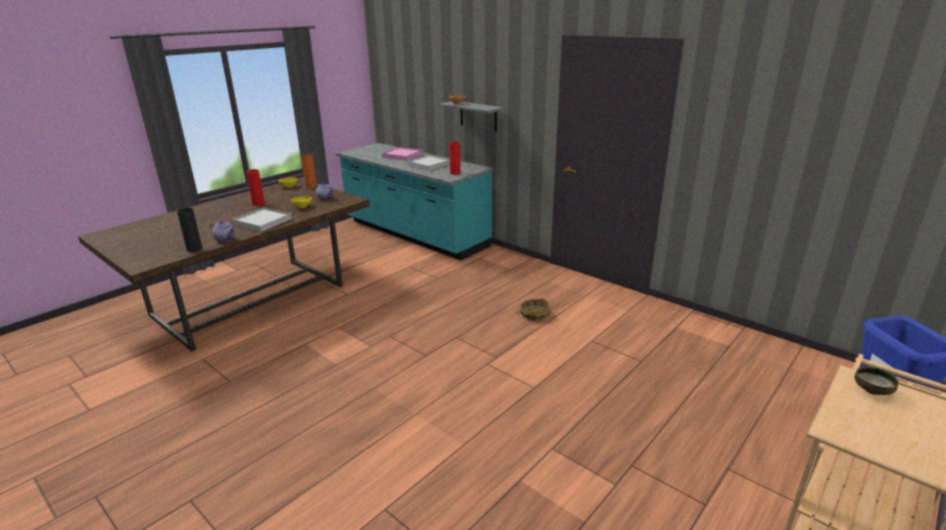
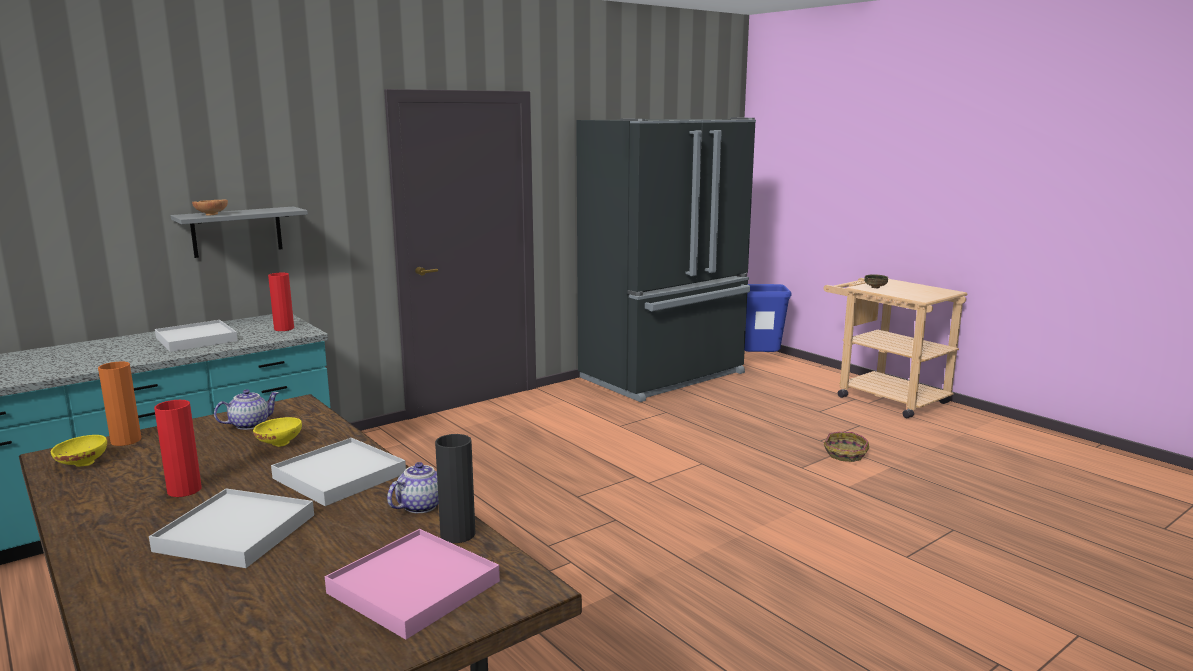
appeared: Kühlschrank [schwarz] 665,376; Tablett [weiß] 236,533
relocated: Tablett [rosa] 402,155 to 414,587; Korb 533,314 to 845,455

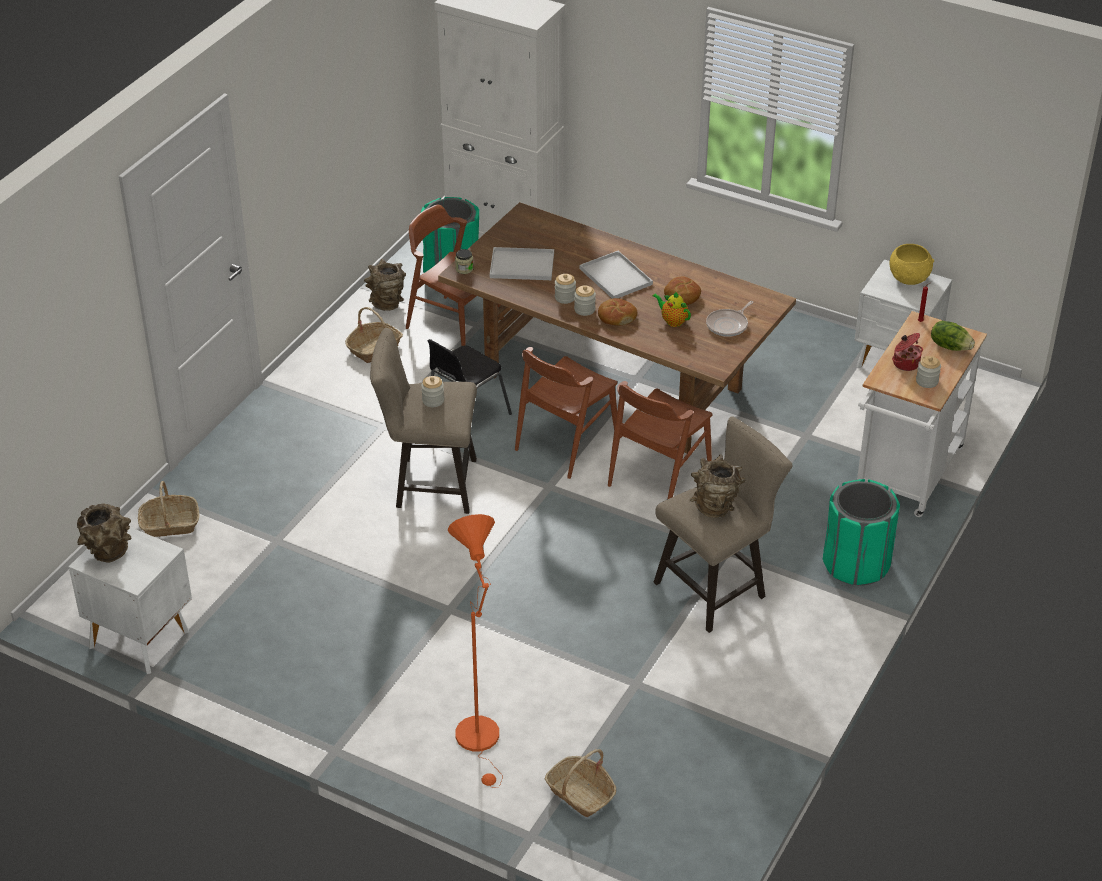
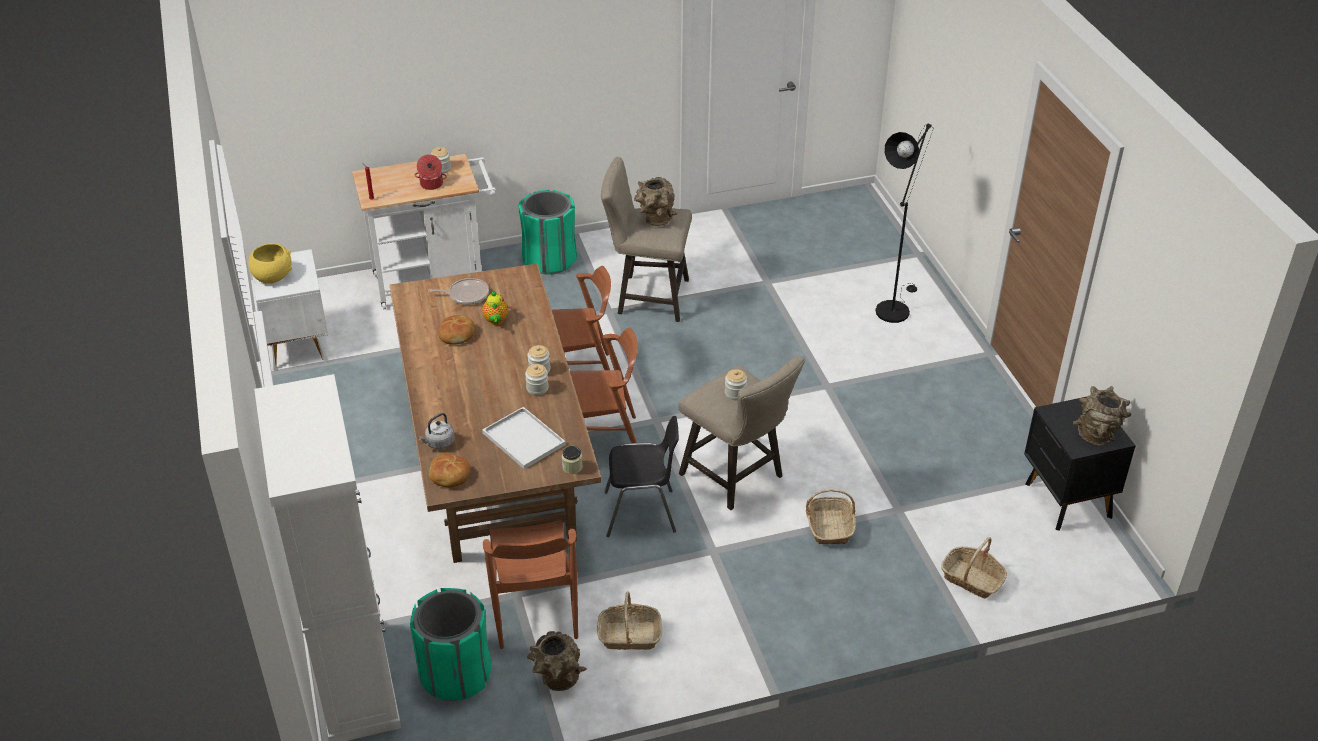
missing: Tablett [weiß] 614,276; Salatkopf 950,346
appeared: Wasserkessel [grau] 439,443
relocated: Brot 616,317 to 449,476; Korb 580,794 to 830,527
colour: Stehlampe [orange] 481,741 to Stehlampe [schwarz] 894,308; Nachttisch [weiß] 139,637 to Nachttisch [schwarz] 1067,501

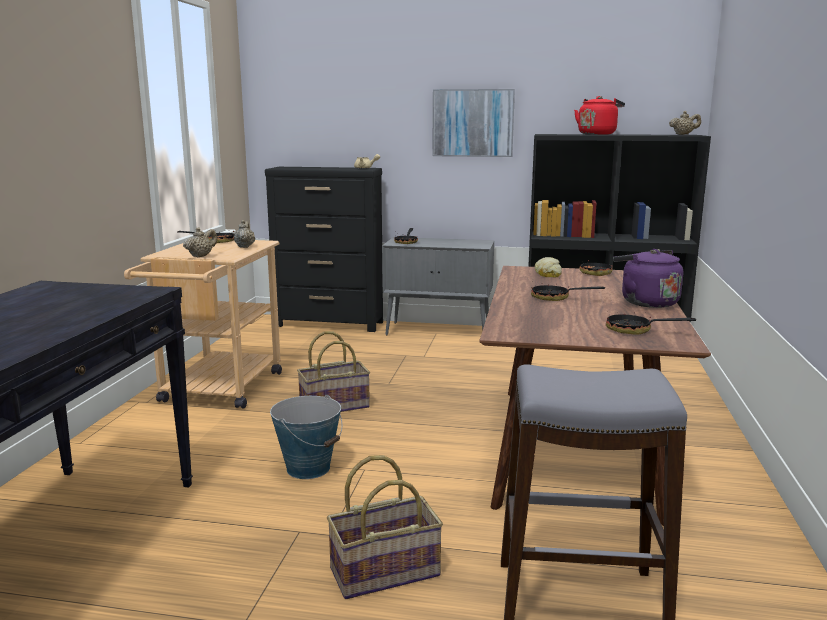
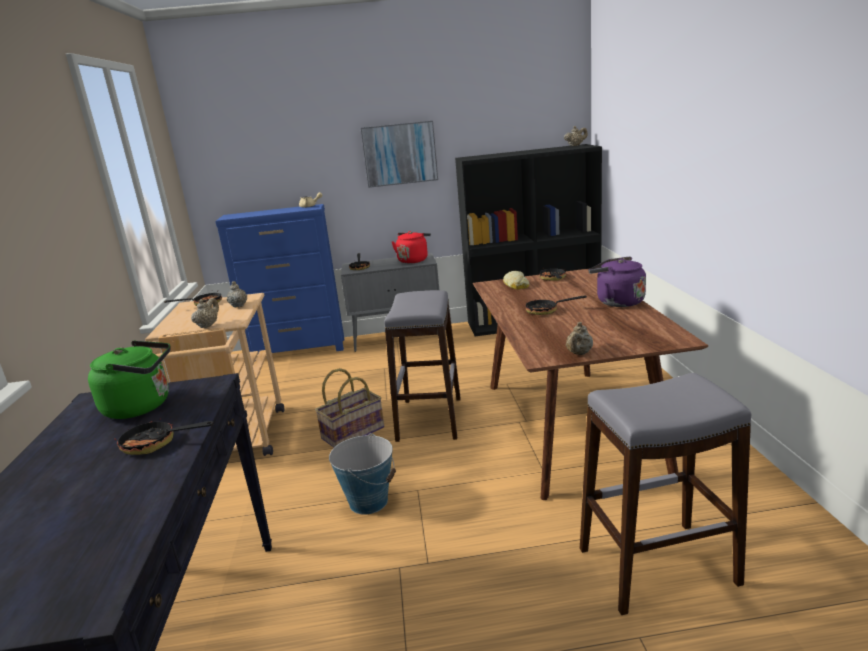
missing: Korb 385,571
appeared: Hocker [grau] 429,418; Teekanne [beige] 579,353; Wasserkessel [grün] 142,406
relocated: Wasserkessel [rot] 597,134 to 413,260; Pfanne 635,330 to 156,444
colour: Kommode [schwarz] 330,324 to Kommode [blau] 298,350

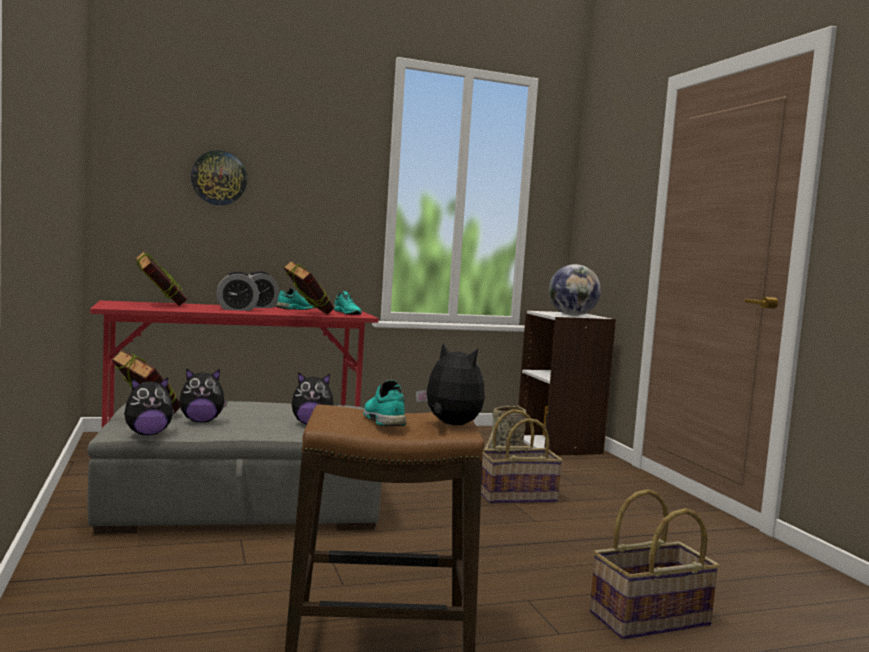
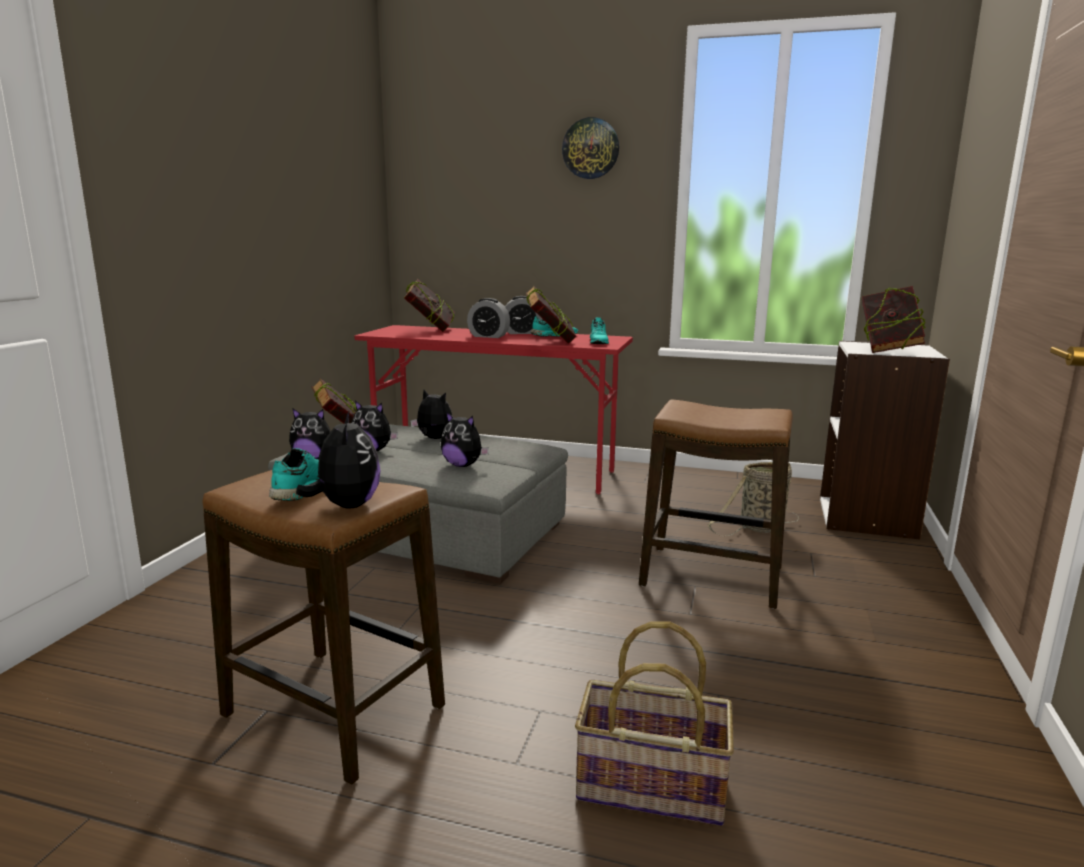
appeared: Plüschtier 433,439
relocated: Wanduhr 219,178 to 590,148
exchanged: Globus 572,315 to Buch 888,351; Korb 517,496 to Hocker 712,576

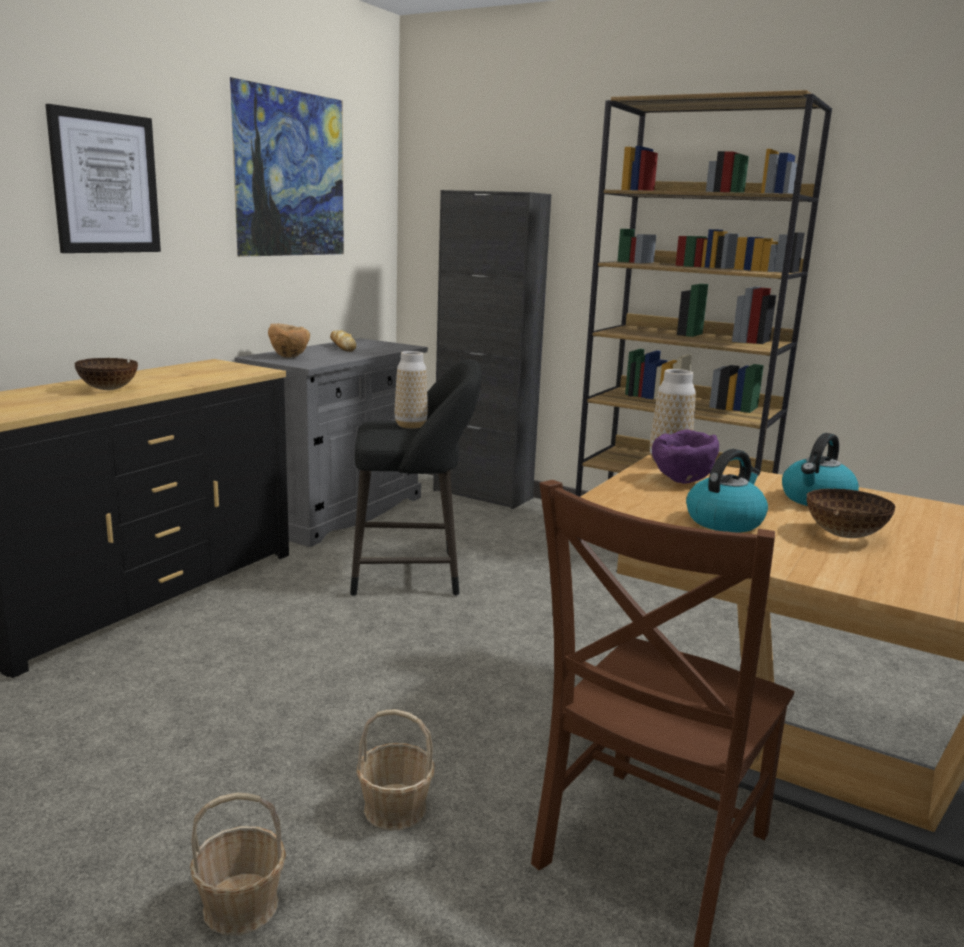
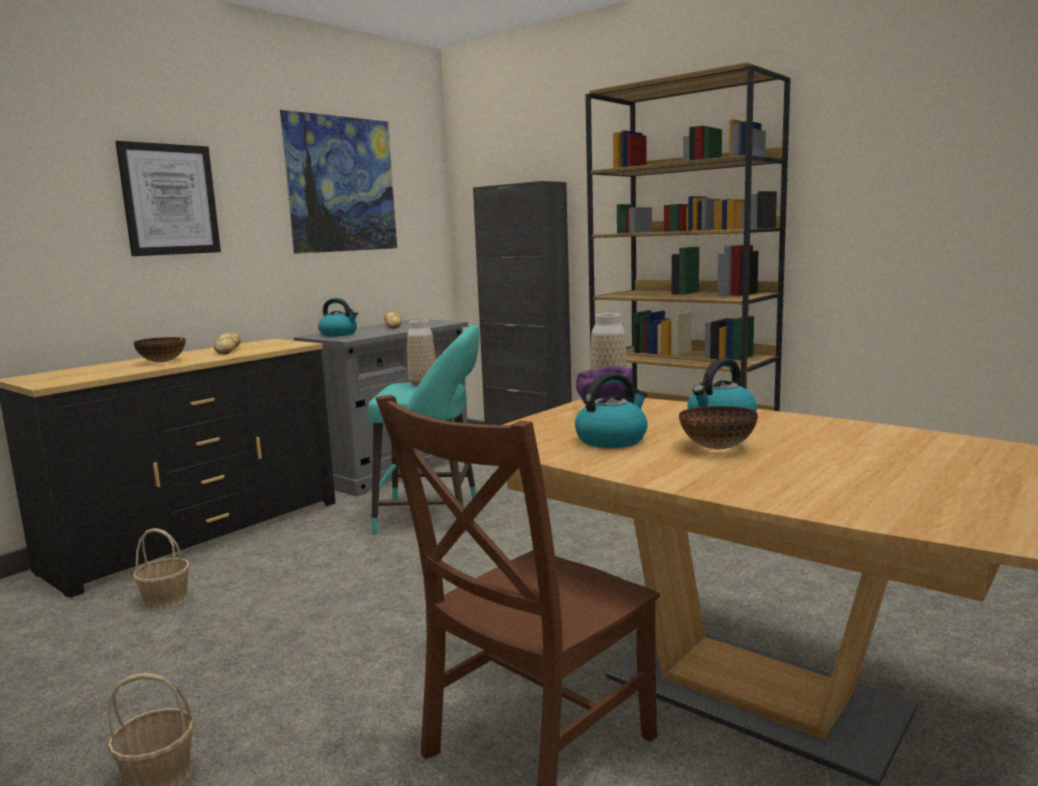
appeared: Brot 228,350
relocated: Korb 394,808 to 166,600
exchanged: Schüssel [braun] 289,357 to Wasserkessel 339,334
colour: Hocker [schwarz] 413,574 to Hocker [türkis] 435,516

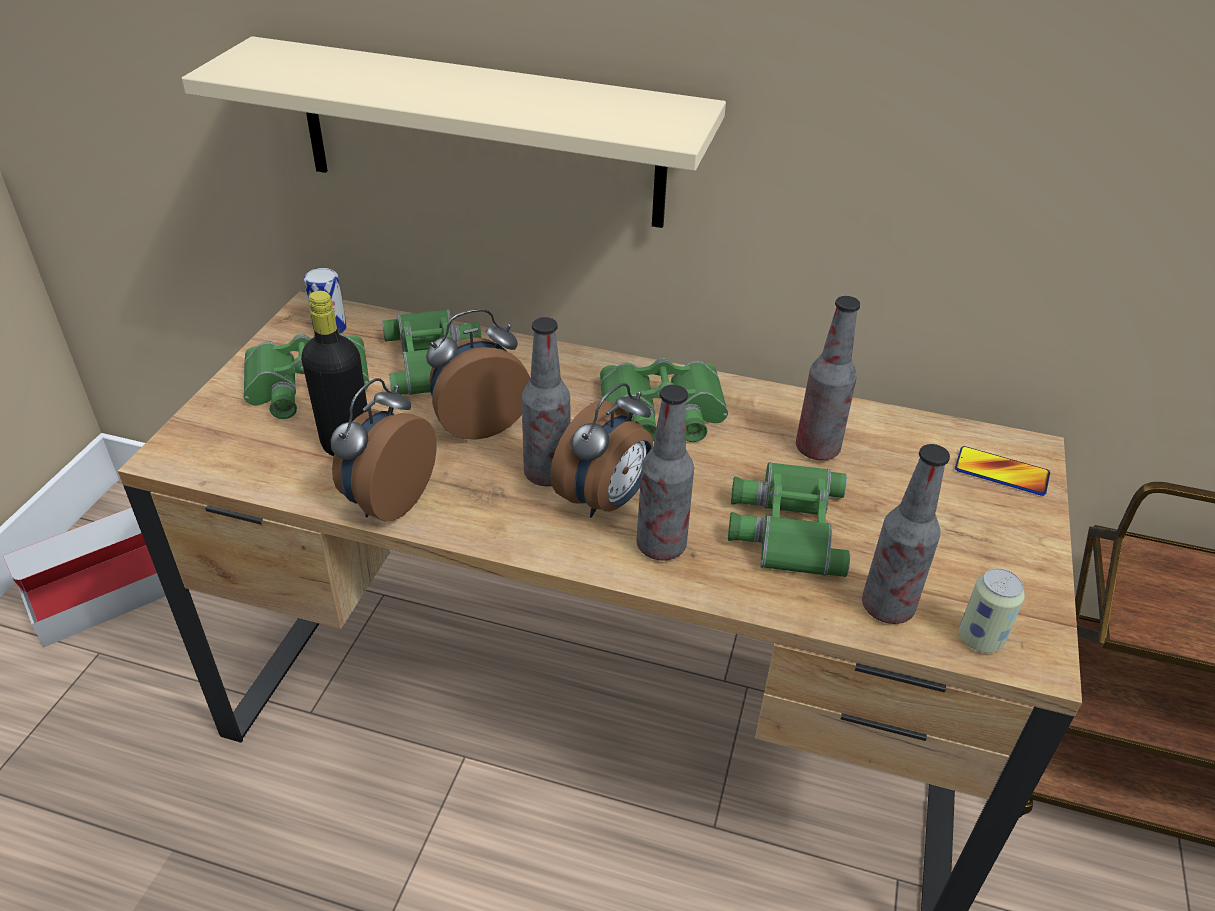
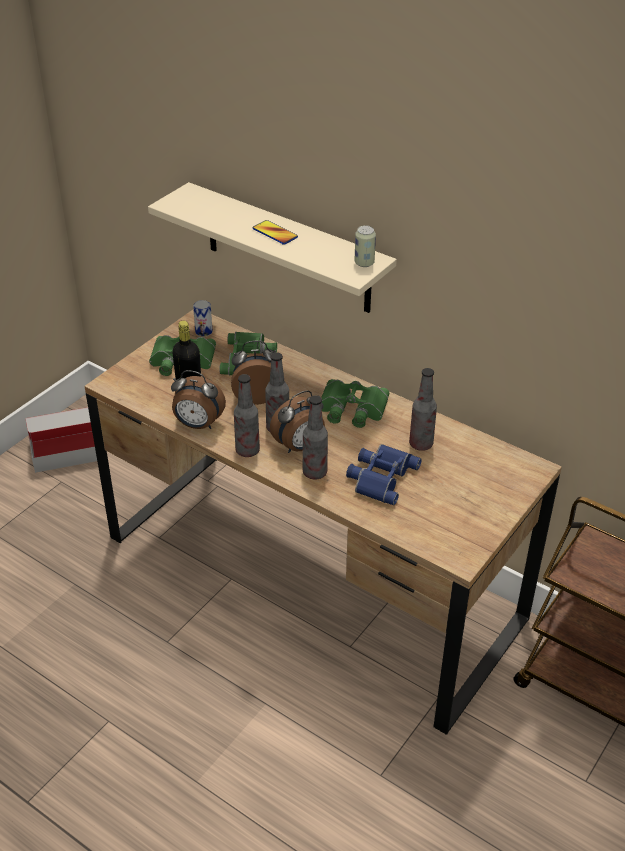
relocated: Flasche 887,607 to 247,451; Handy 1001,472 to 275,233; Dose 980,639 to 364,263
colour: Fernglas [grün] 785,525 to Fernglas [blau] 380,476
spun: Wecker 387,500 = 198,425 120 degrees counterclockwise

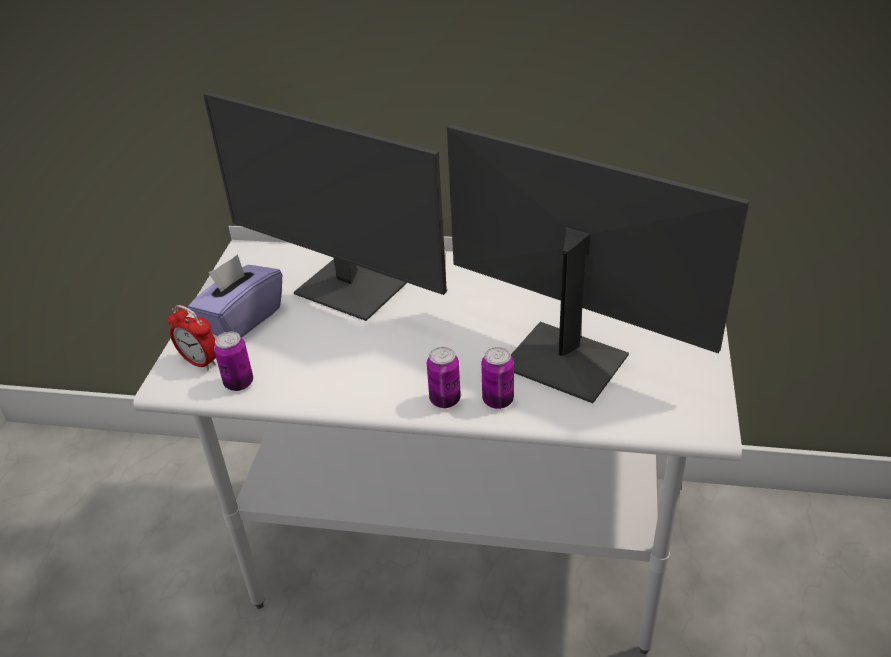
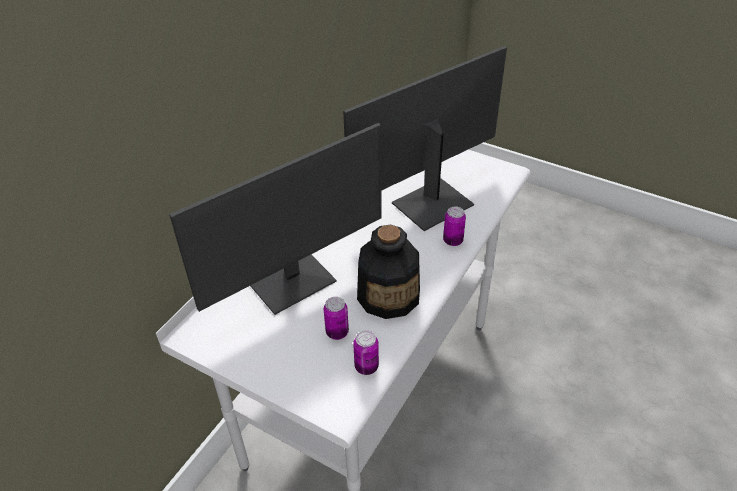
missing: Taschentuchbox [lila] 242,319; Wecker 200,362
appeared: Flasche 389,295
relocated: Dose 445,400 to 337,332

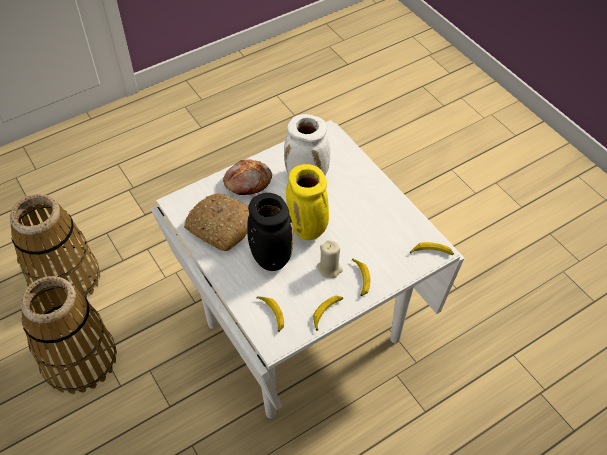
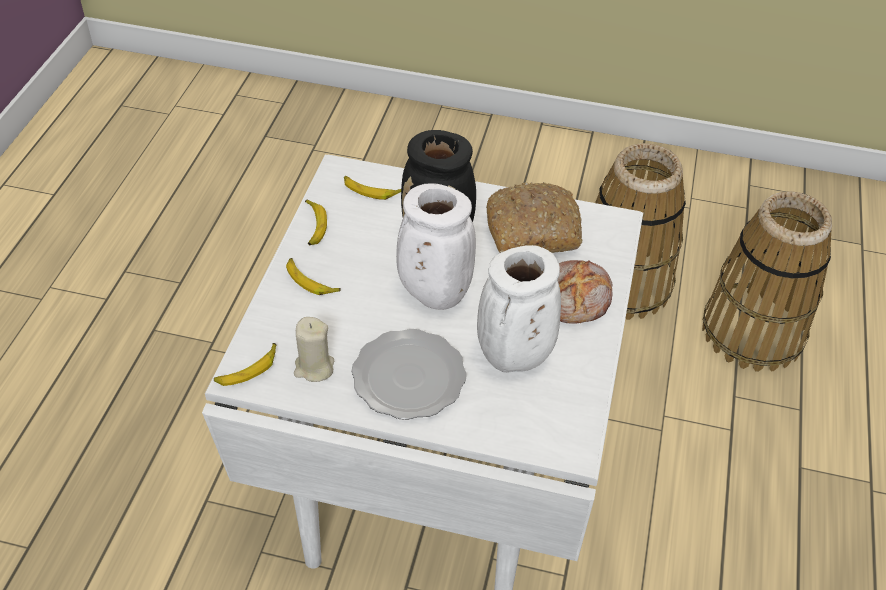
appeared: Teller 410,375
relocated: Kerze [beige] 329,268 to 314,367
colour: Vase [gelb] 308,229 to Vase [weiß] 432,294

